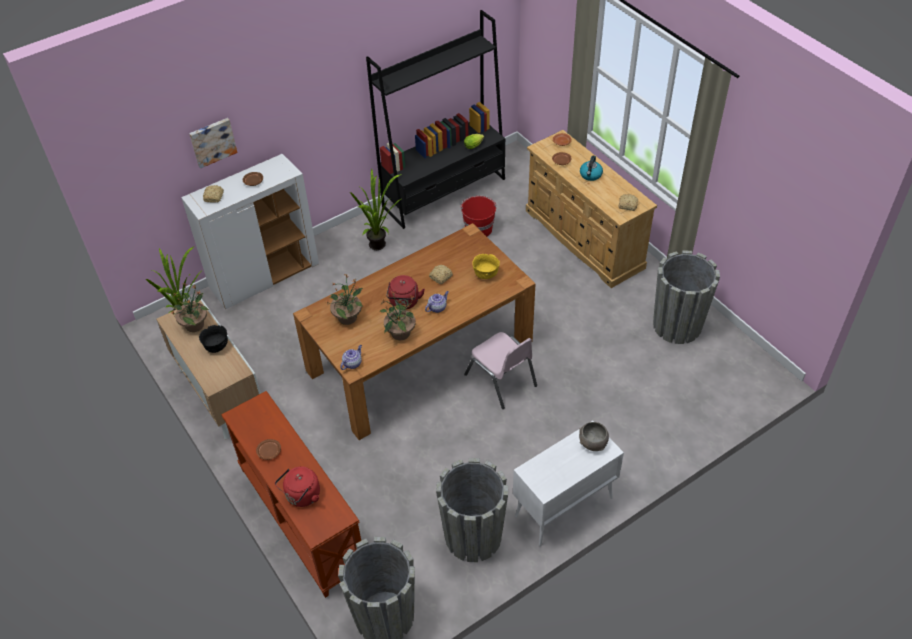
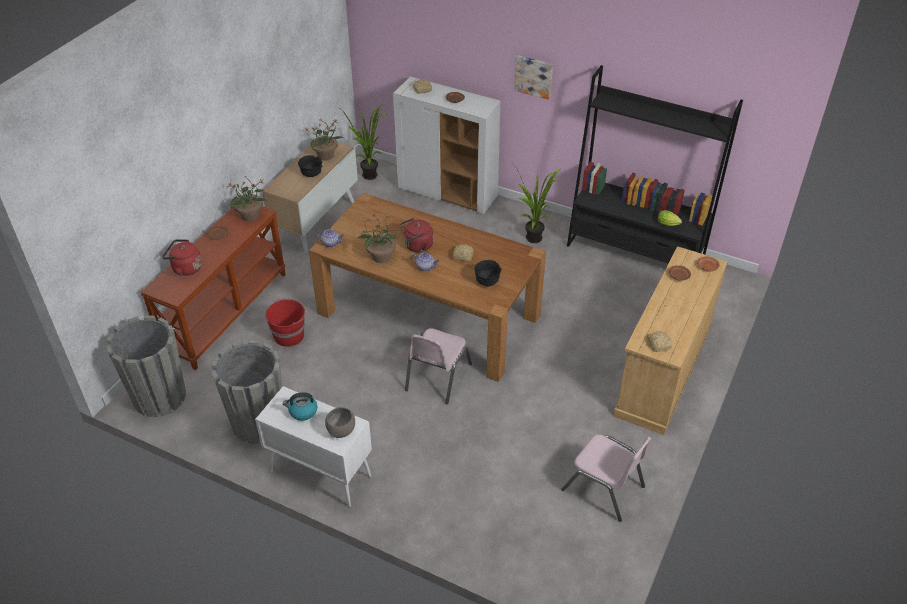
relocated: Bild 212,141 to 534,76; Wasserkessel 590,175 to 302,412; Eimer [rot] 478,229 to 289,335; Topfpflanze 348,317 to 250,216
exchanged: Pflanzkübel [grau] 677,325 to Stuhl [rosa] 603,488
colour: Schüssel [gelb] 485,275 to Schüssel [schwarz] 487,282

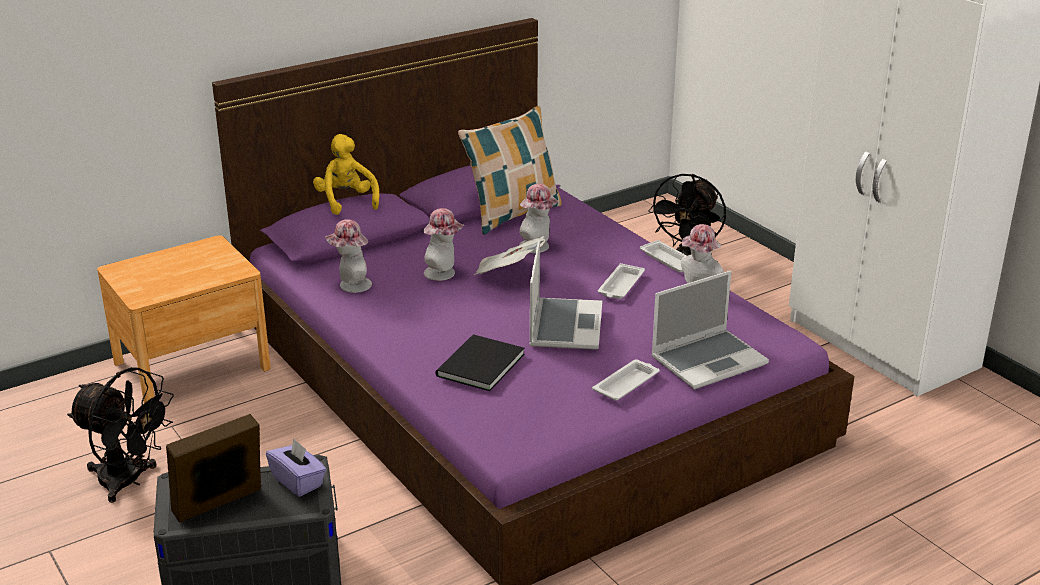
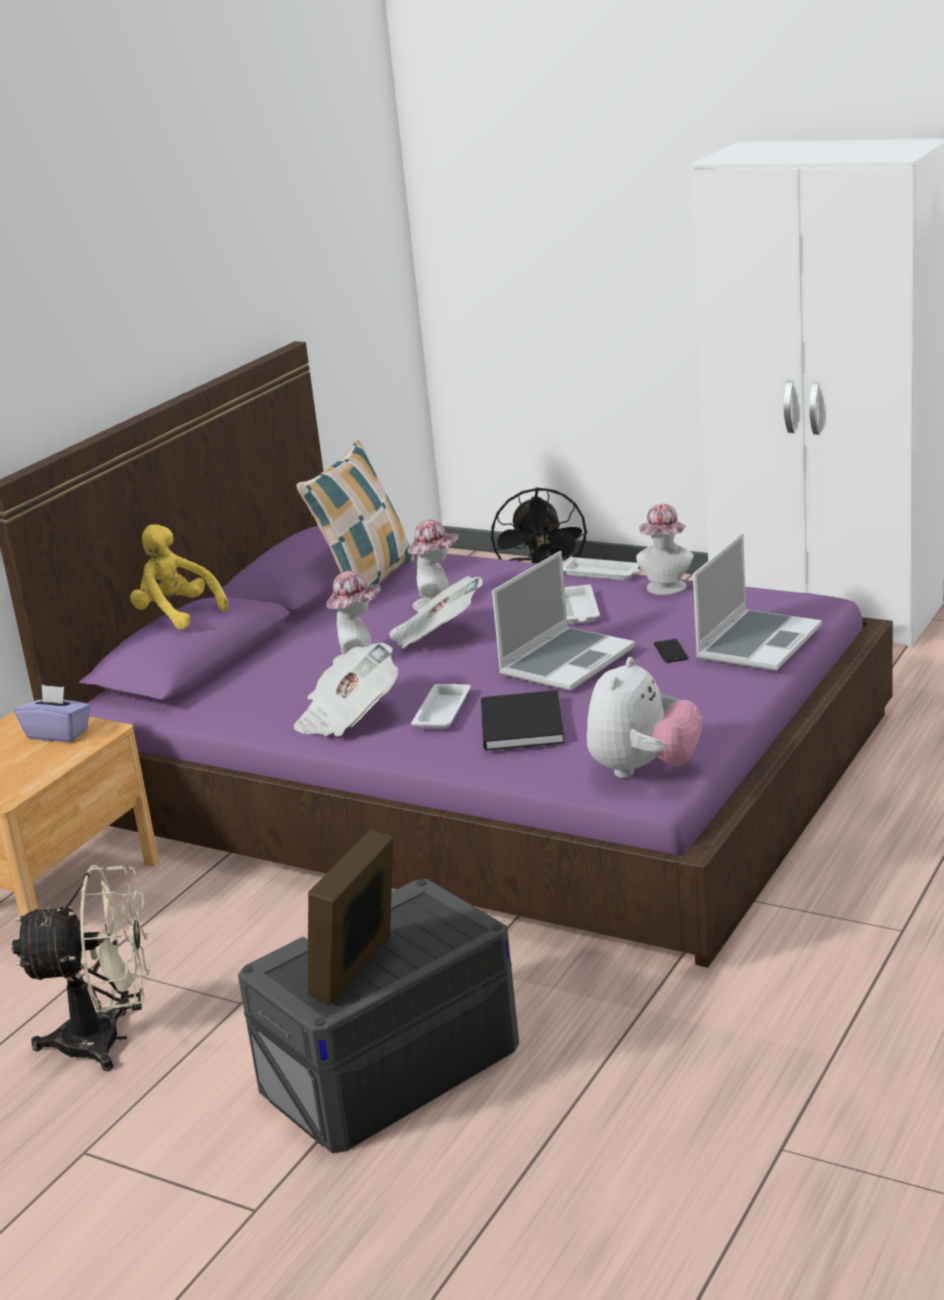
missing: Hut 351,286
appeared: Handy 670,652; Zeitung 348,718; Plüschtier 643,770
relocated: Tablett [weiß] 627,384 to 443,711; Taschentuchbox [lila] 298,481 to 58,733
colour: Ventilator [schwarz] 129,482 to Ventilator [beige] 107,1040
spun: Laptop 564,325 = 566,661 60 degrees clockwise

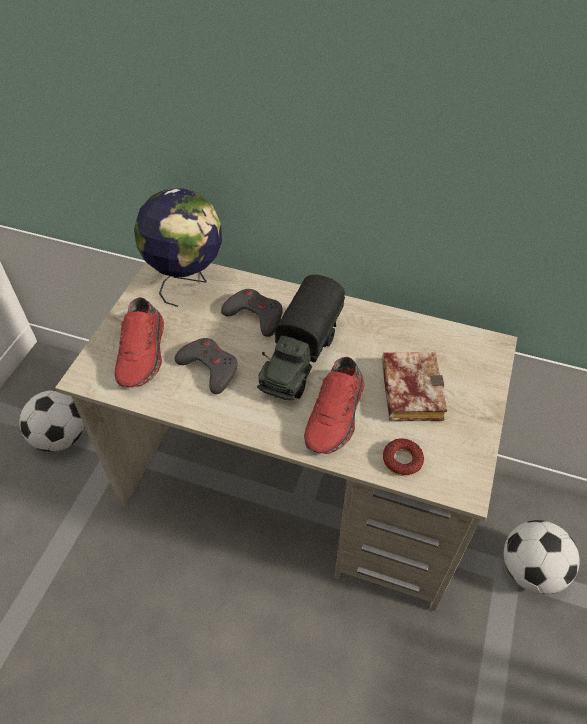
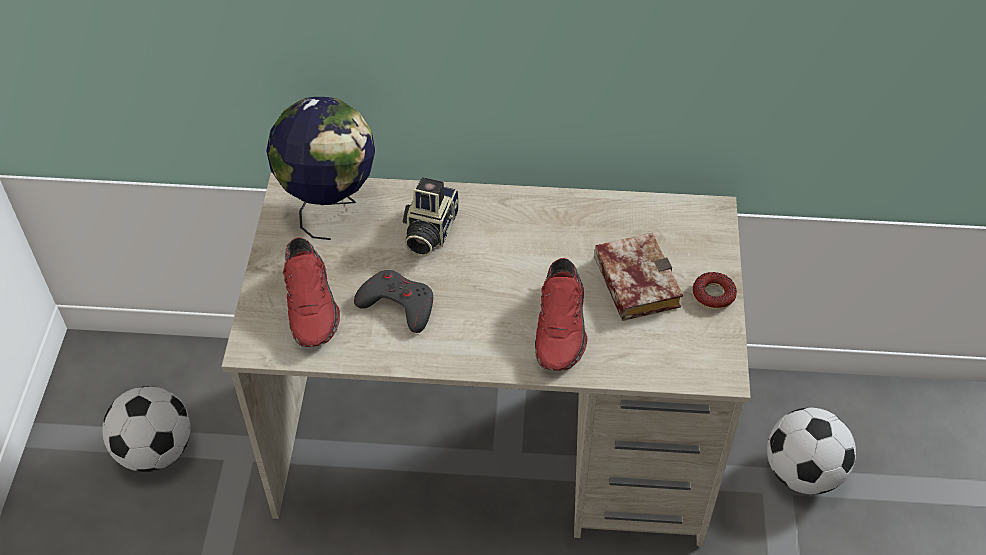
missing: Spielzeuglaster 300,357
relocated: Donut 402,460 to 713,295
exchanged: Gamepad [grau] 255,315 to Kamera 428,231

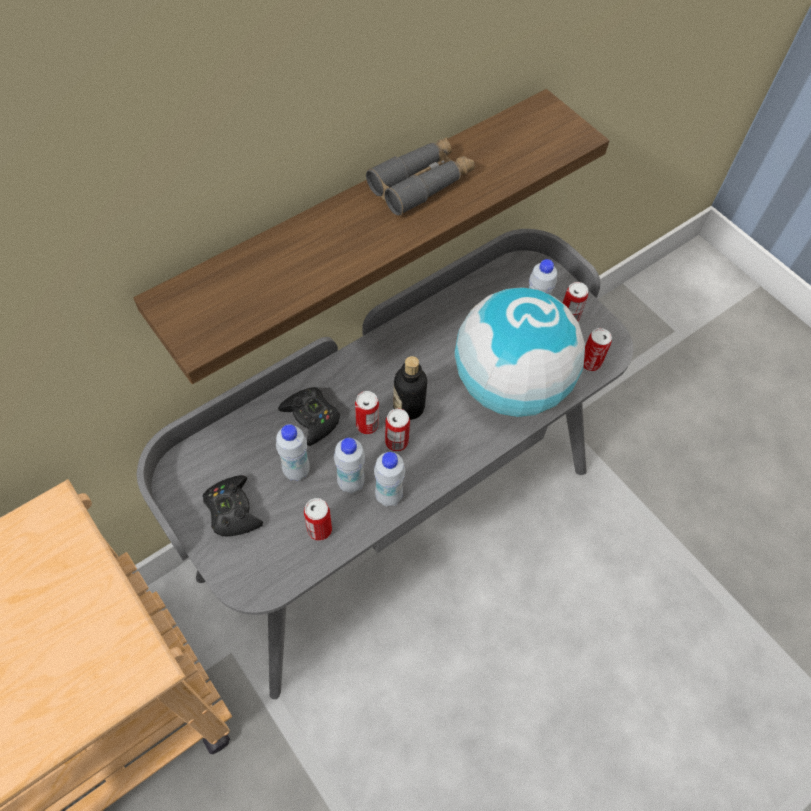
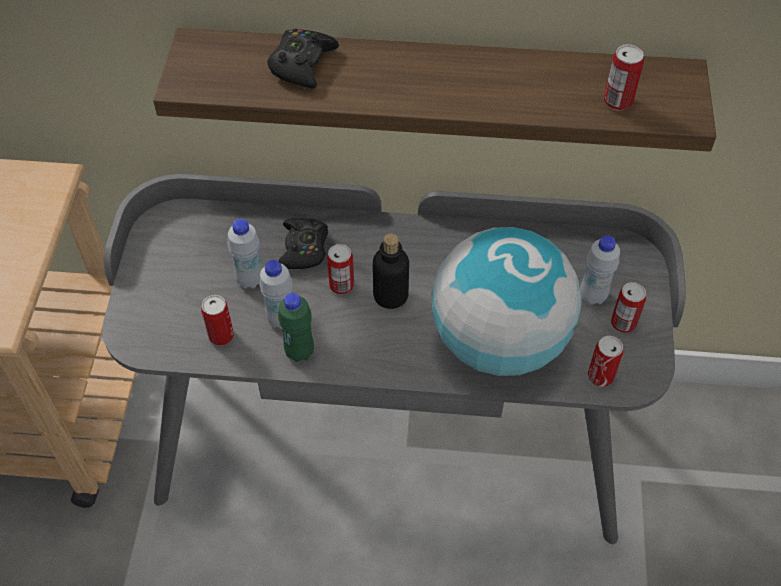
missing: Fernglas [grau] 421,183
relocated: Dose 396,442 to 617,101; Gamepad [schwarz] 232,510 to 302,64
colour: Flasche [weiß] 388,496 to Flasche [grün] 299,352

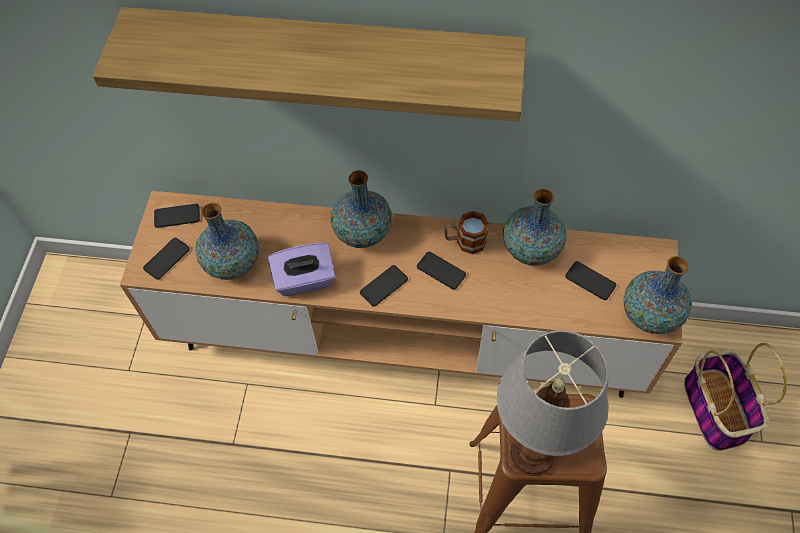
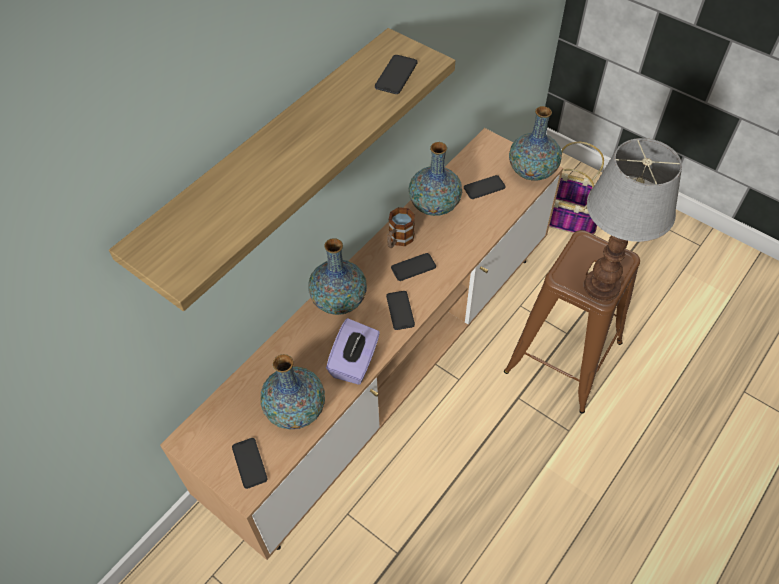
relocated: Handy 177,216 to 396,75

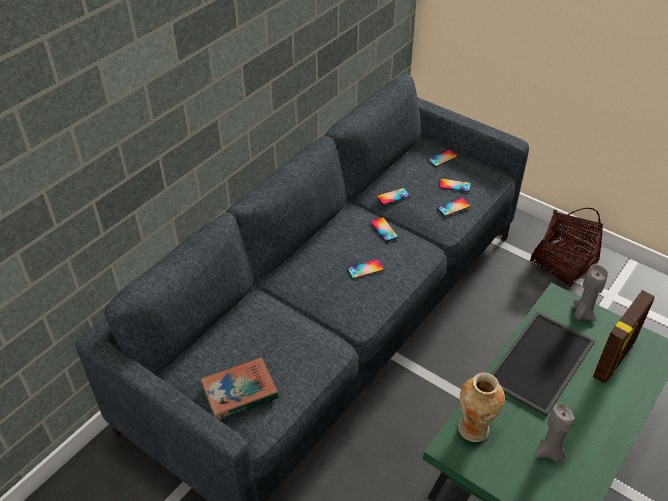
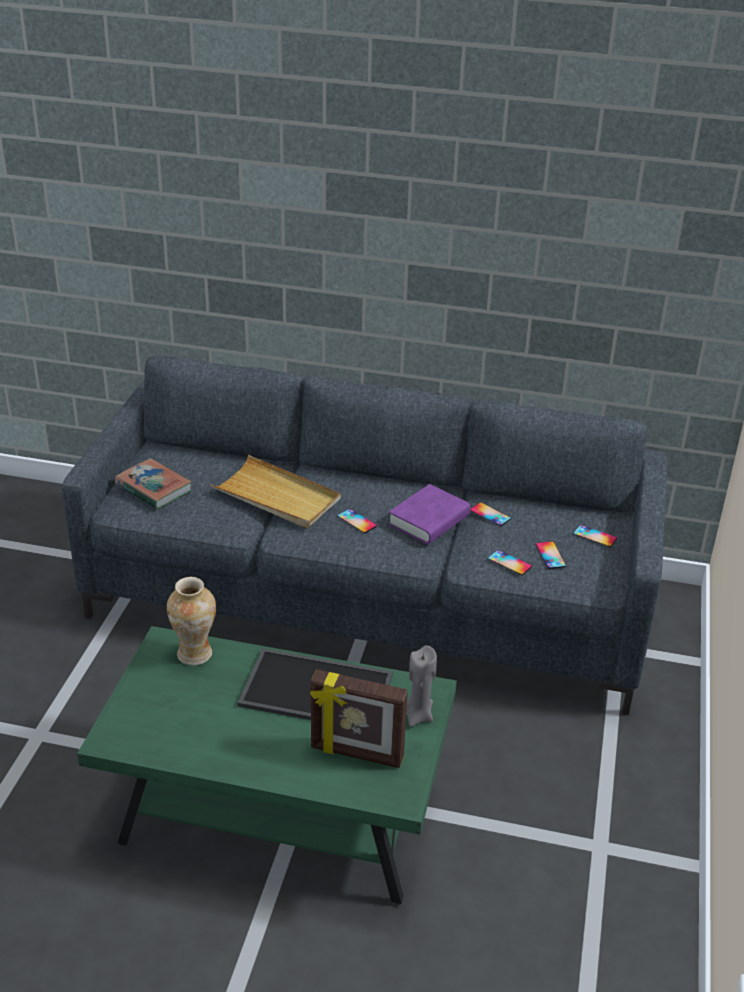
missing: Korb 562,263; Kerze [grau] 550,452
appeared: Tablett [beige] 277,496
exchanged: Handy 384,229 to Buch [lila] 429,520

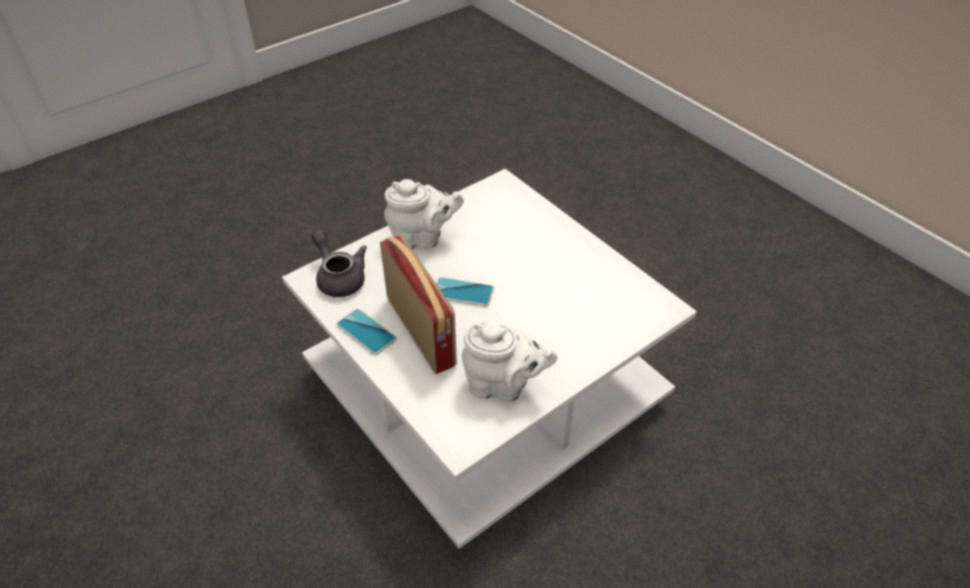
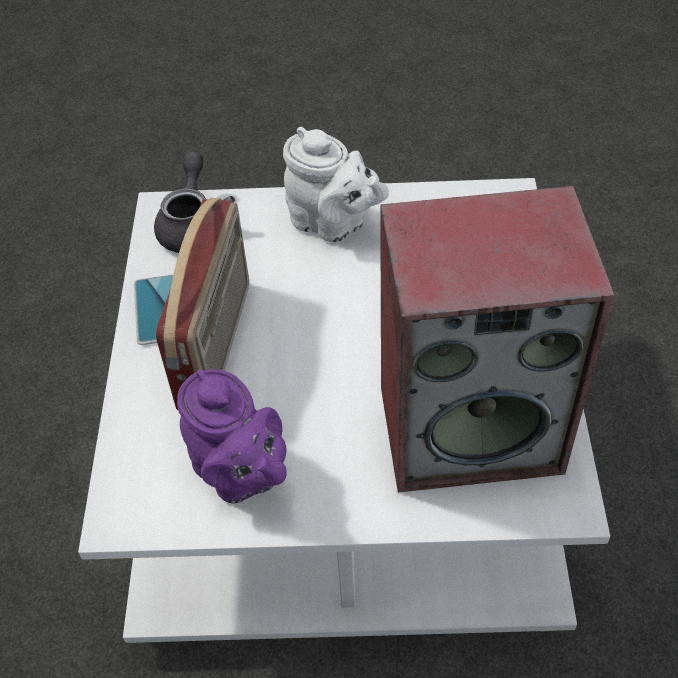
missing: Handy 463,292
appeared: Lautsprecher 472,427
colour: Teekanne [weiß] 503,385 to Teekanne [lila] 240,475

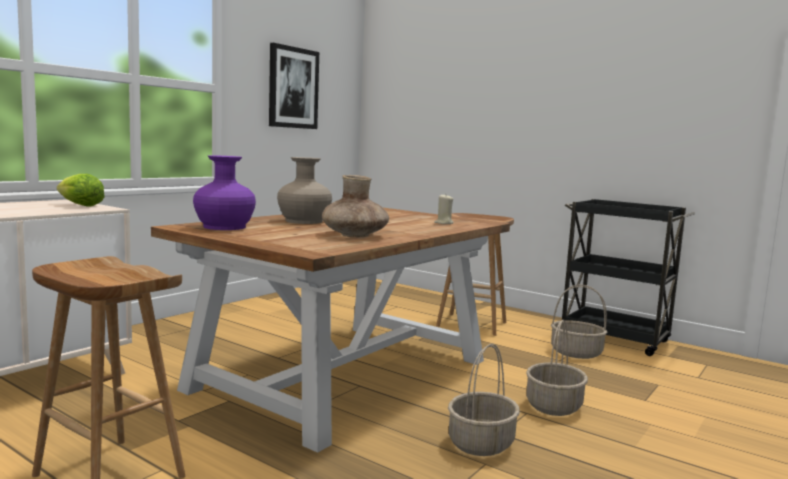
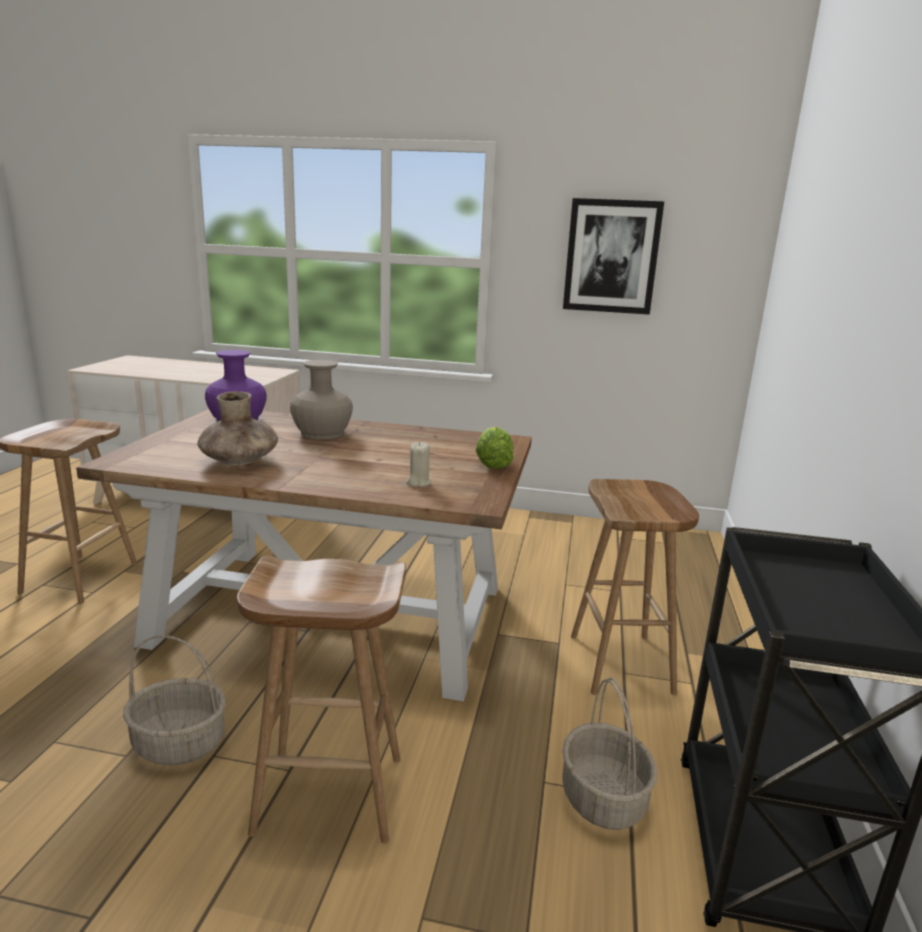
relocated: Salatkopf 80,205 to 493,464
exchanged: Korb 554,406 to Hocker [braun] 327,795

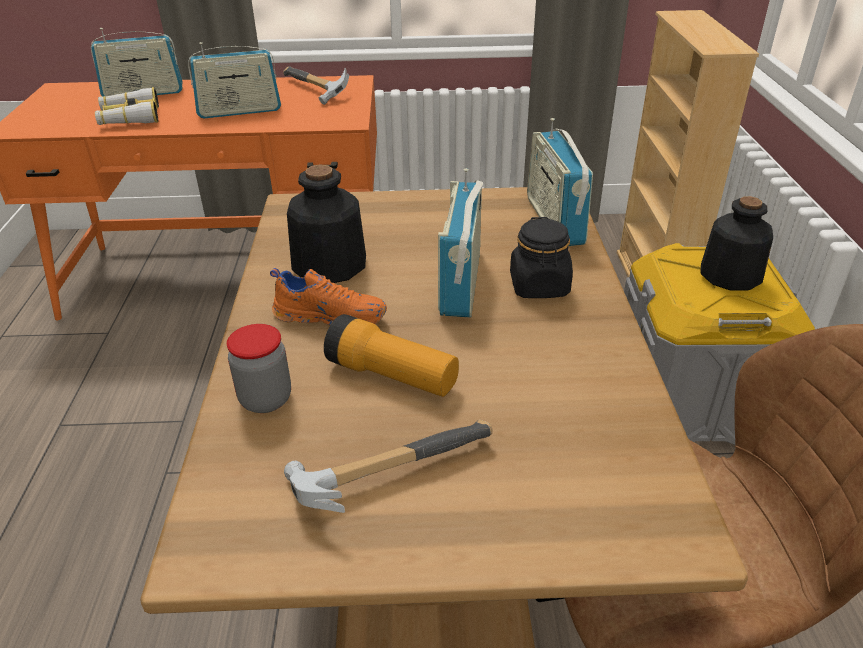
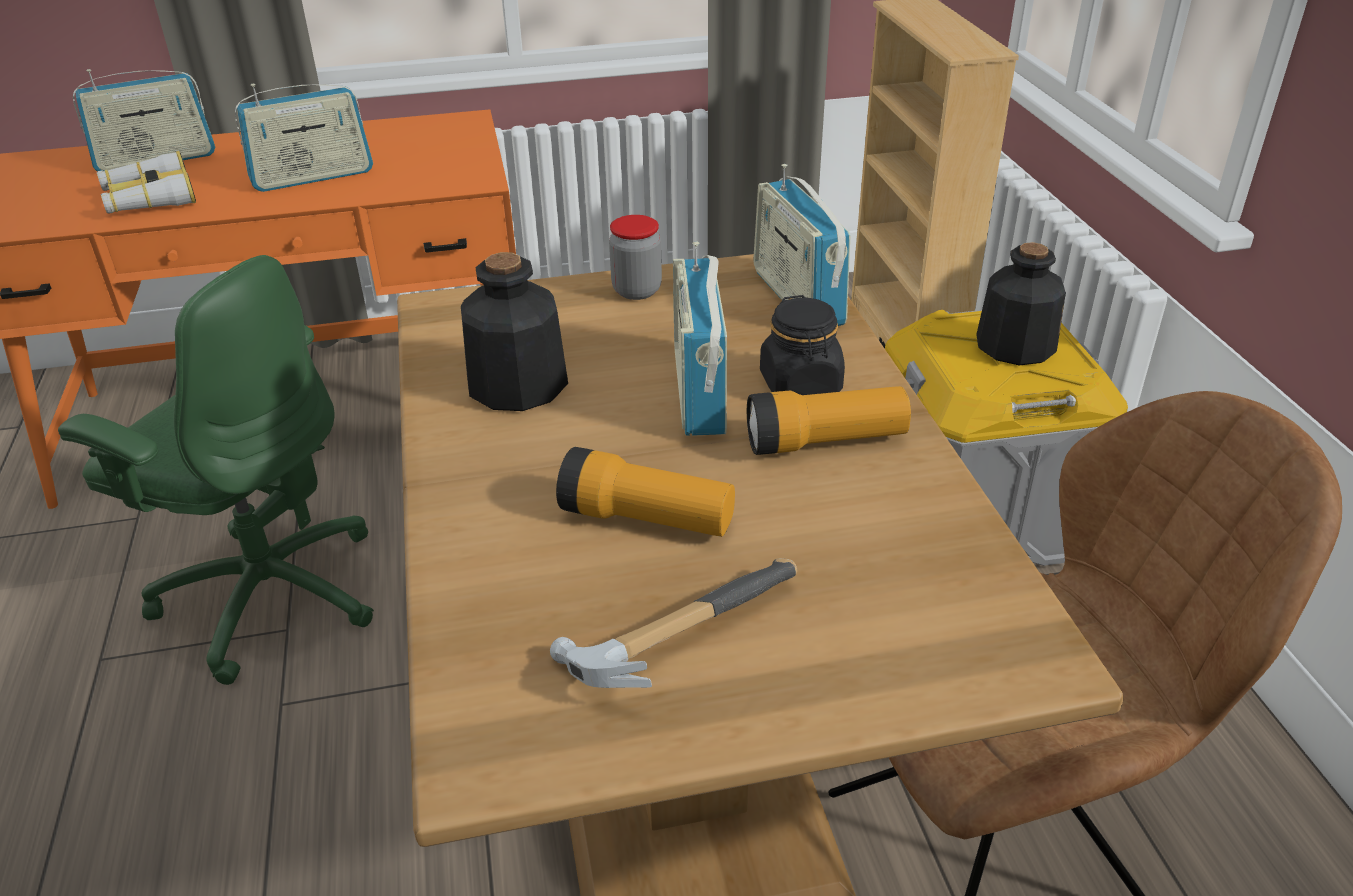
missing: Hammer 313,91; Schuh [orange] 331,316
appeared: Bürostuhl [grün] 269,593; Taschenlampe 825,441
relocated: Vorratsglas 266,399 to 637,290

